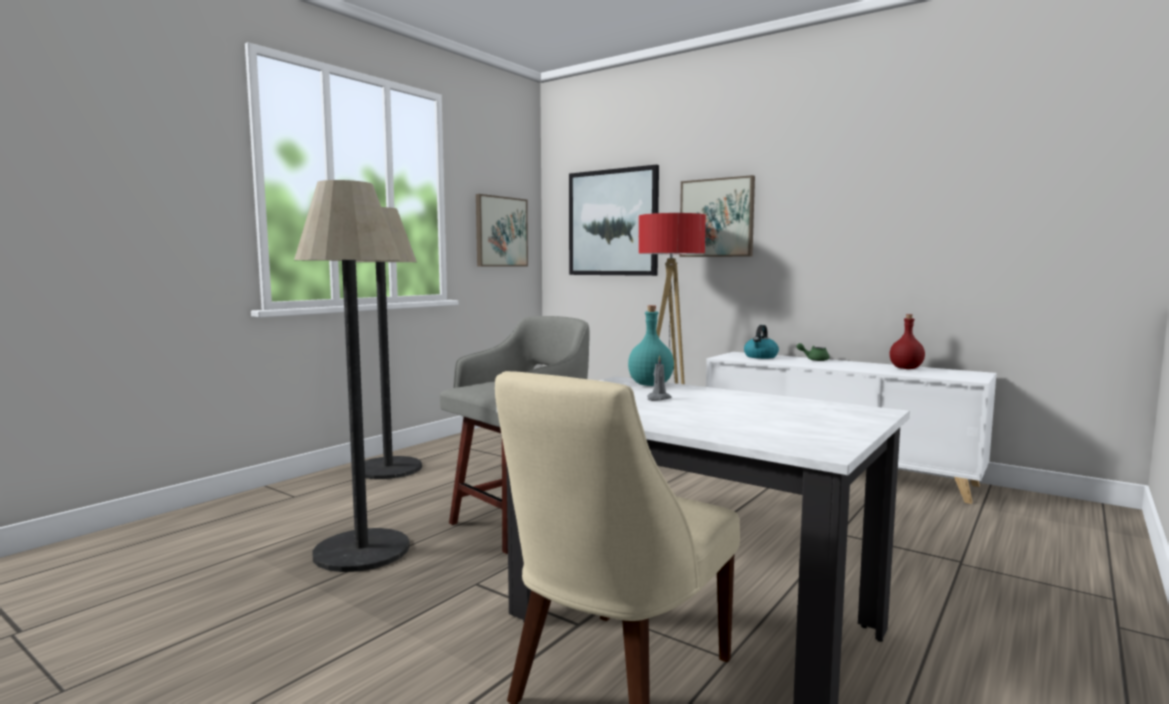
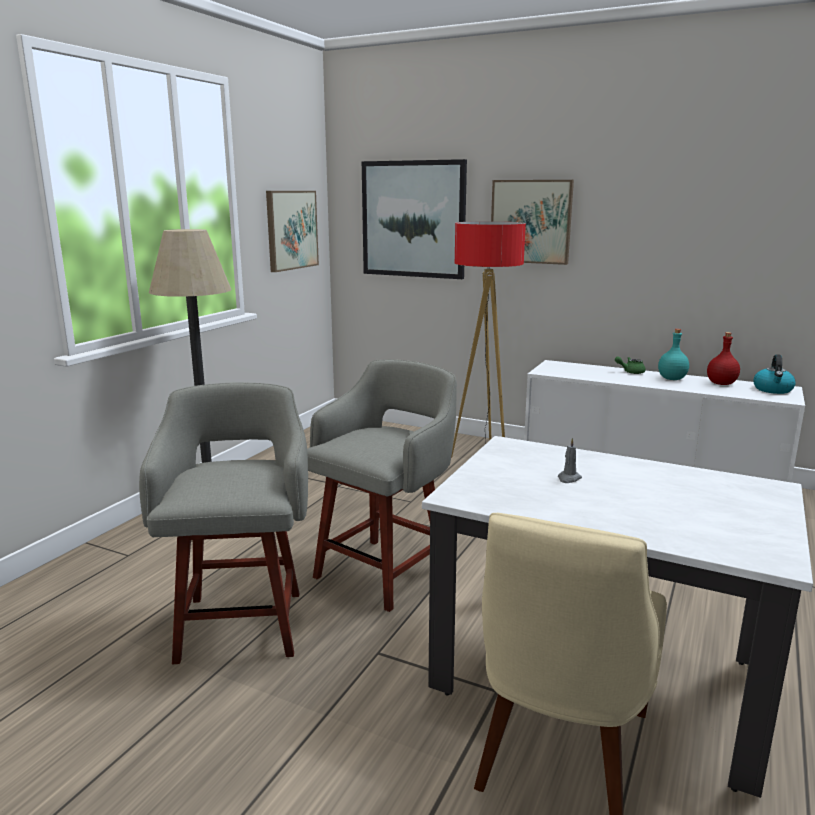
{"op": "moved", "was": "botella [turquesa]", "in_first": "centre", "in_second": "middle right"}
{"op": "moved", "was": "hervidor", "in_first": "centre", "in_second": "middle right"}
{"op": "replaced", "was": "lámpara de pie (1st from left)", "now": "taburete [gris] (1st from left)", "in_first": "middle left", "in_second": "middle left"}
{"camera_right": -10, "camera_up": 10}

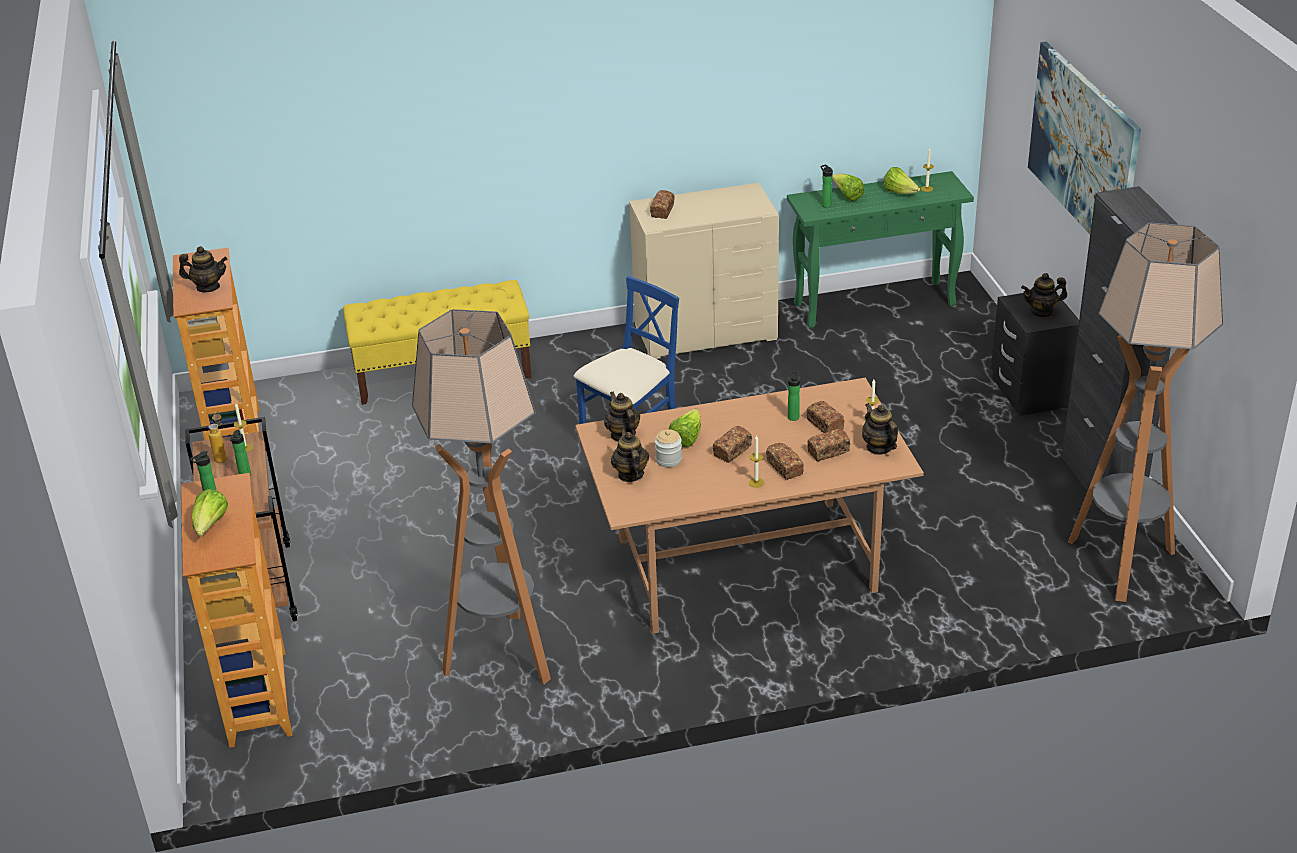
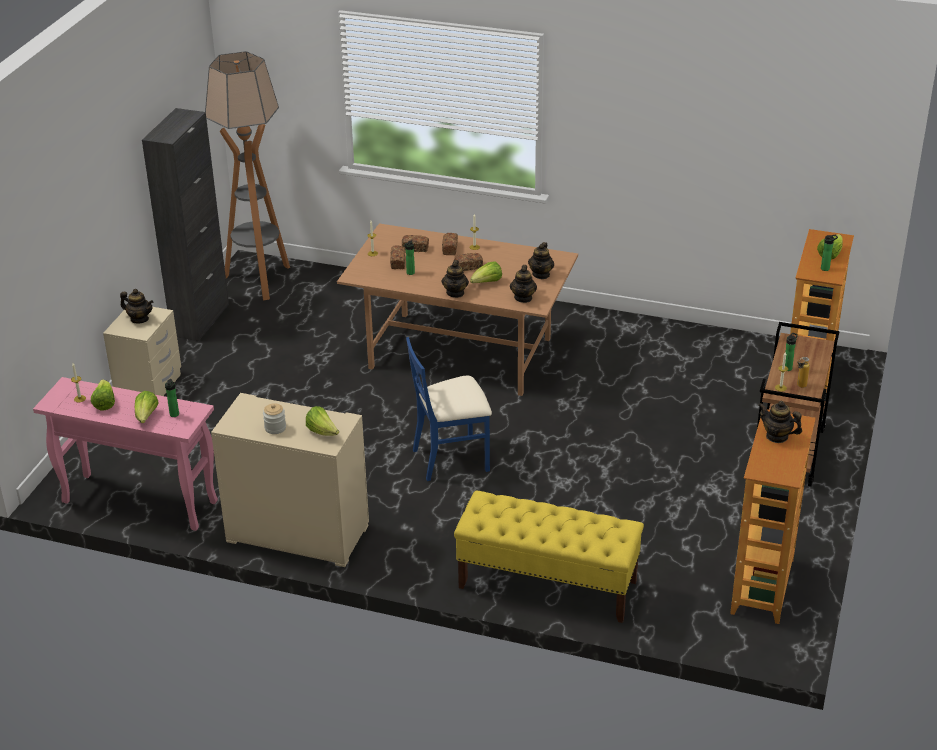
{"op": "removed", "was": "lámpara de pie (1st from left)", "in_first": "centre"}
{"op": "removed", "was": "cuadro", "in_first": "top right"}
{"op": "moved", "was": "tarro", "in_first": "centre", "in_second": "middle left"}
{"op": "moved", "was": "tetera (4th from left in the first image)", "now": "tetera (2nd from left)", "in_first": "middle right", "in_second": "centre"}
{"op": "replaced", "was": "pan (1st from left)", "now": "lechuga (3rd from left)", "in_first": "top centre", "in_second": "centre"}
{"op": "recoloured", "was": "mesa consola [verde]", "now": "mesa consola [rosa]", "in_first": "top right", "in_second": "middle left"}
{"op": "recoloured", "was": "mesita de noche [negro]", "now": "mesita de noche [beis]", "in_first": "middle right", "in_second": "middle left"}
{"camera_right": -150, "camera_up": 0}

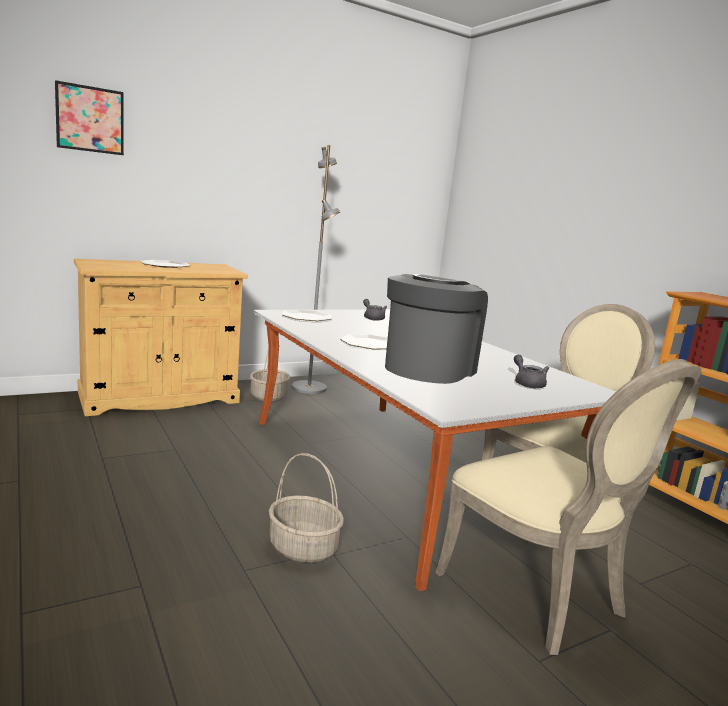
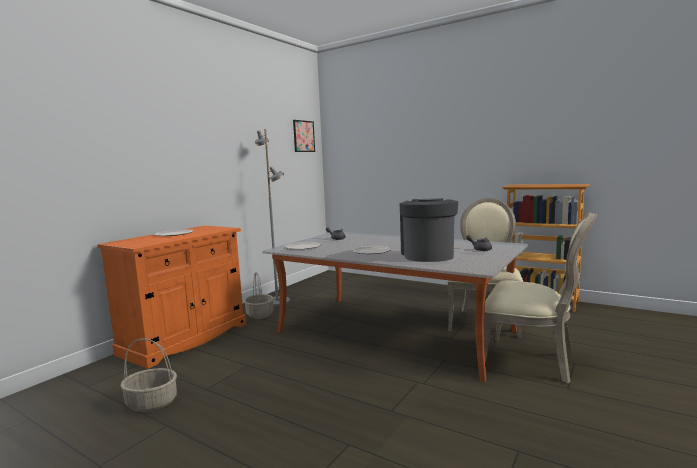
{"op": "moved", "was": "cuadro", "in_first": "top left", "in_second": "top centre"}
{"op": "moved", "was": "cesta (2nd from left in the first image)", "now": "cesta (1st from left)", "in_first": "bottom centre", "in_second": "bottom left"}
{"op": "recoloured", "was": "armario [beis]", "now": "armario [naranja]", "in_first": "middle left", "in_second": "middle left"}
{"camera_right": -25, "camera_up": -5}

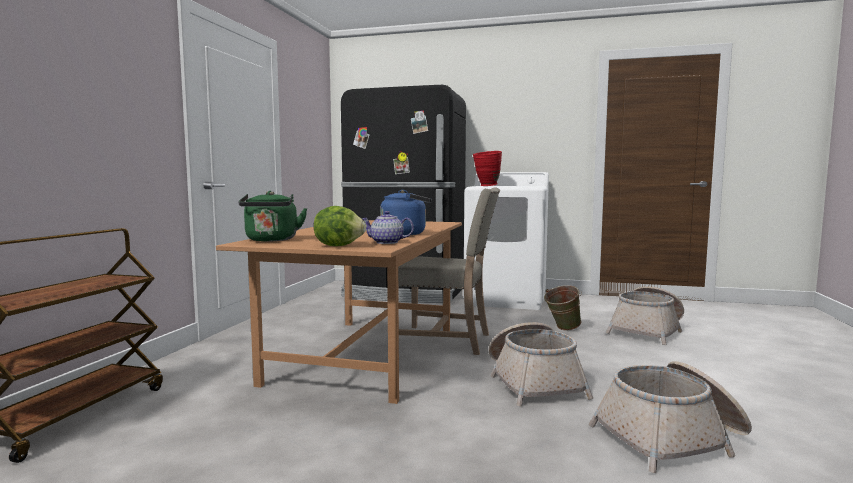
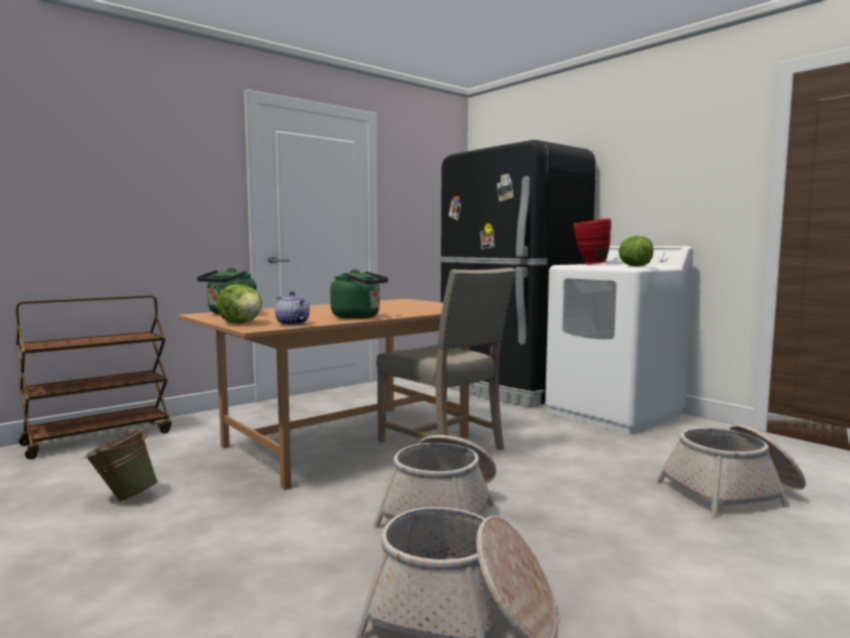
{"op": "added", "now": "lechuga (2nd from left)", "in_second": "middle right"}
{"op": "moved", "was": "cubo [verde]", "in_first": "centre", "in_second": "bottom left"}
{"op": "recoloured", "was": "hervidor [azul]", "now": "hervidor [verde] (2nd from left)", "in_first": "centre", "in_second": "centre"}
{"camera_right": 35, "camera_up": 0}

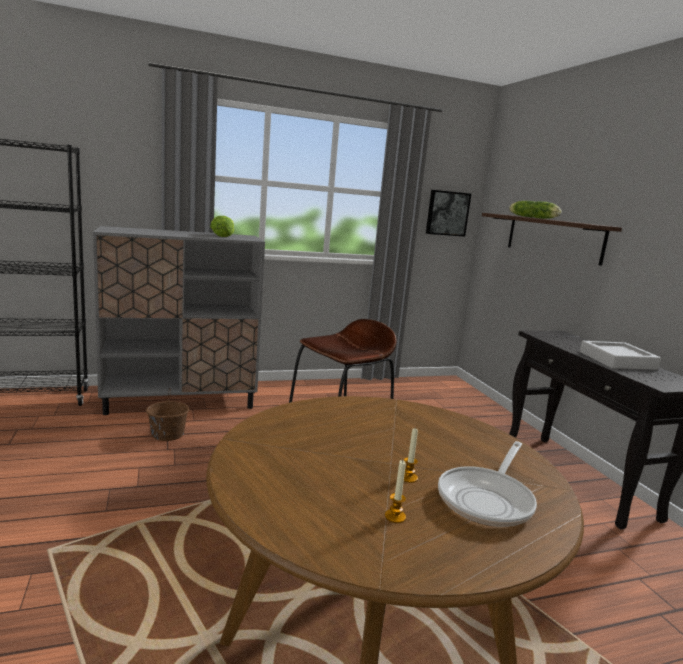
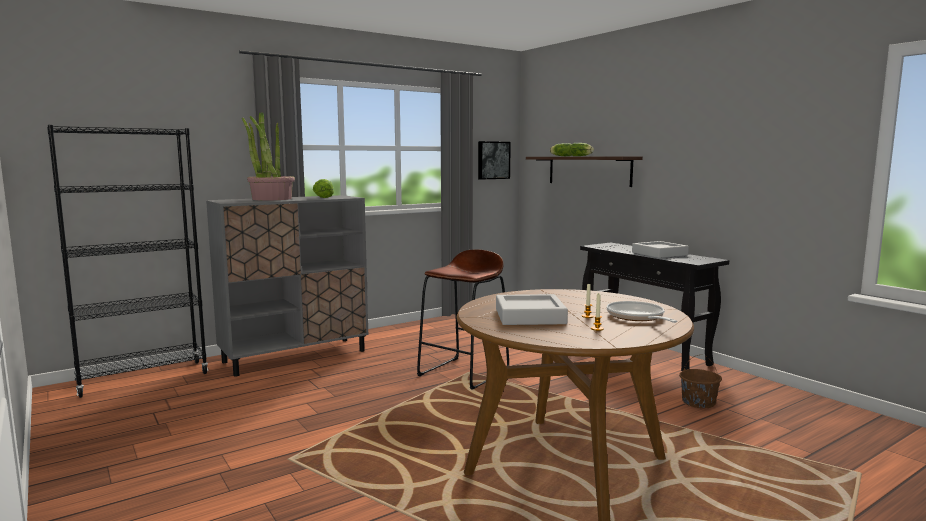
{"op": "added", "now": "planta en maceta", "in_second": "top left"}
{"op": "added", "now": "bandeja [gris] (1st from left)", "in_second": "centre"}
{"op": "moved", "was": "cubo [marrón]", "in_first": "middle left", "in_second": "bottom right"}
{"op": "turned", "was": "sartén", "in_first": "bottom right", "in_second": "middle right", "clockwise": 150}
{"camera_right": -15, "camera_up": -5}

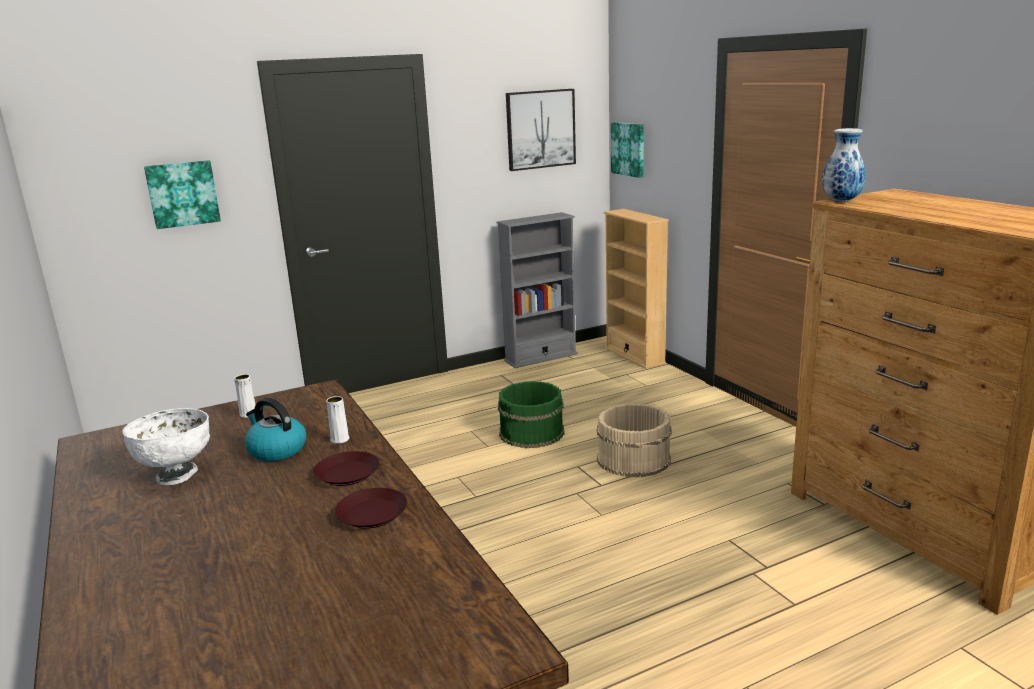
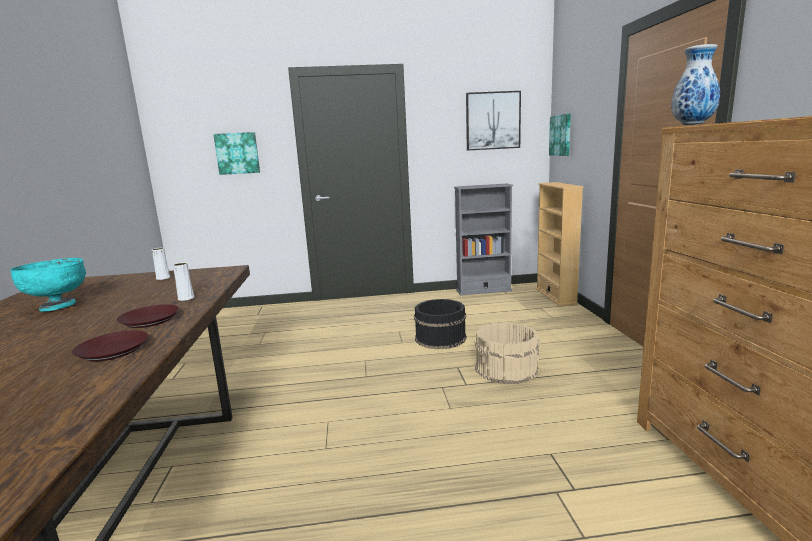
{"op": "removed", "was": "hervidor", "in_first": "middle left"}
{"op": "recoloured", "was": "cuenco [blanco]", "now": "cuenco [turquesa]", "in_first": "middle left", "in_second": "middle left"}
{"op": "recoloured", "was": "cubo [verde]", "now": "cubo [negro]", "in_first": "centre", "in_second": "centre"}
{"camera_right": 20, "camera_up": -5}

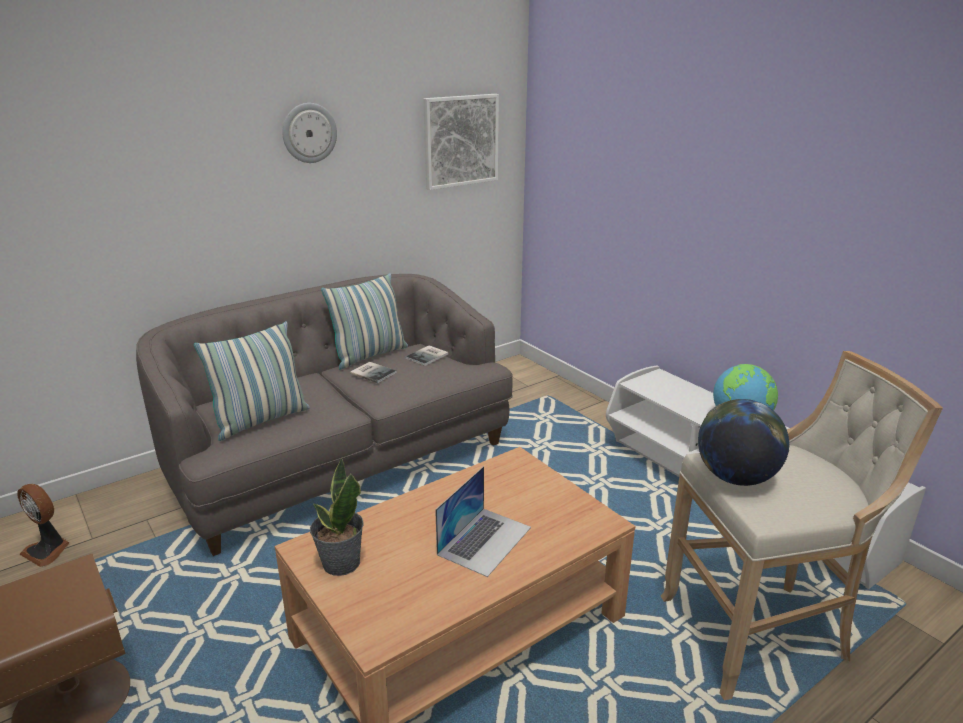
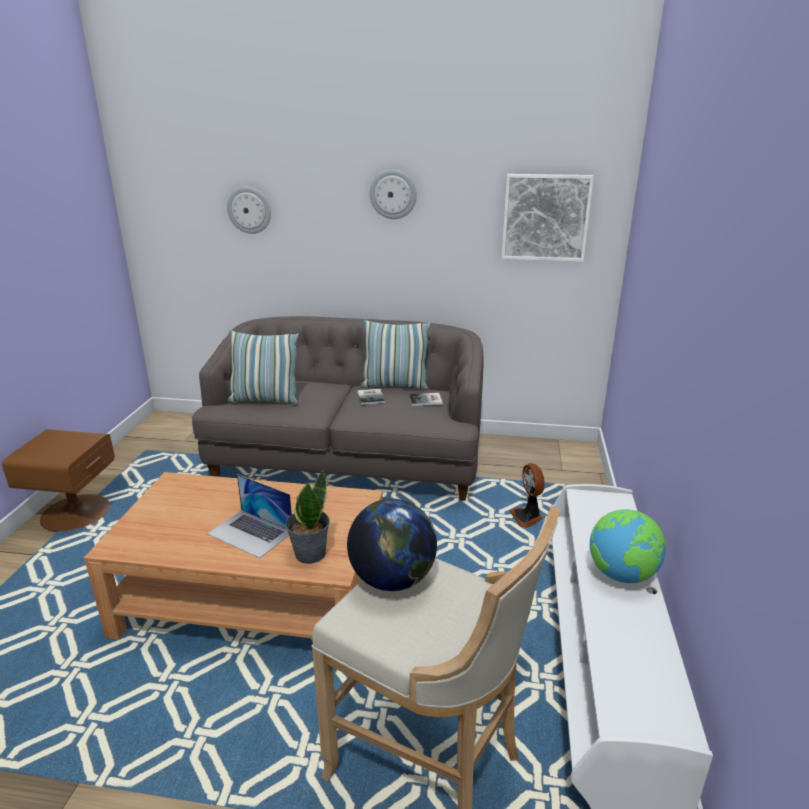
{"op": "added", "now": "reloj de pared (1st from left)", "in_second": "top left"}
{"op": "moved", "was": "ventilador", "in_first": "bottom left", "in_second": "centre"}
{"op": "moved", "was": "planta en maceta", "in_first": "bottom centre", "in_second": "centre"}
{"op": "turned", "was": "portátil", "in_first": "bottom centre", "in_second": "middle left", "clockwise": 45}
{"camera_right": 45, "camera_up": 0}

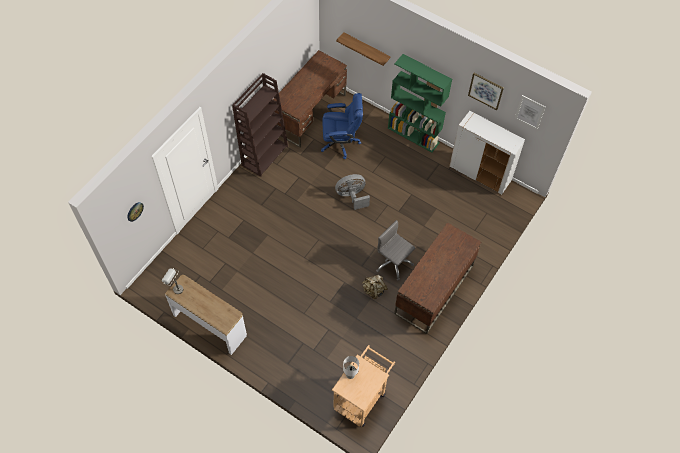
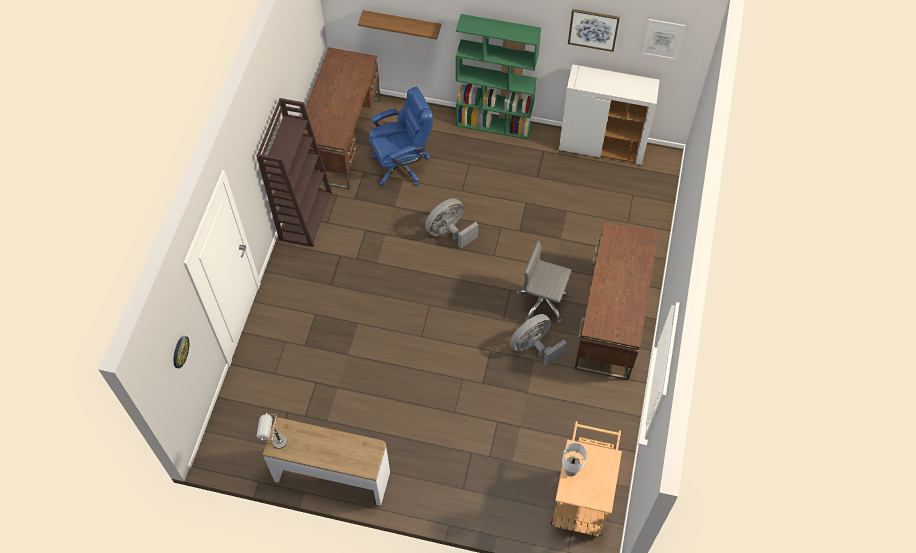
{"op": "replaced", "was": "mochila [beis]", "now": "ventilador [gris] (2nd from left)", "in_first": "centre", "in_second": "centre"}
{"camera_right": -20, "camera_up": 0}

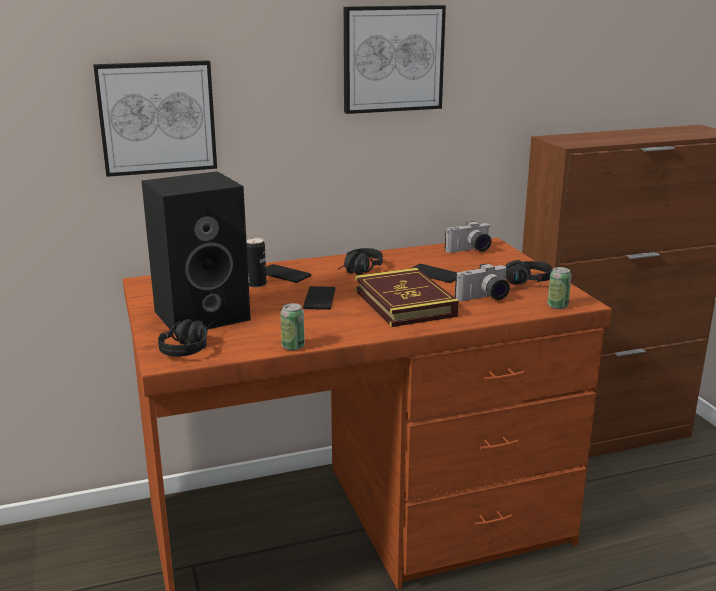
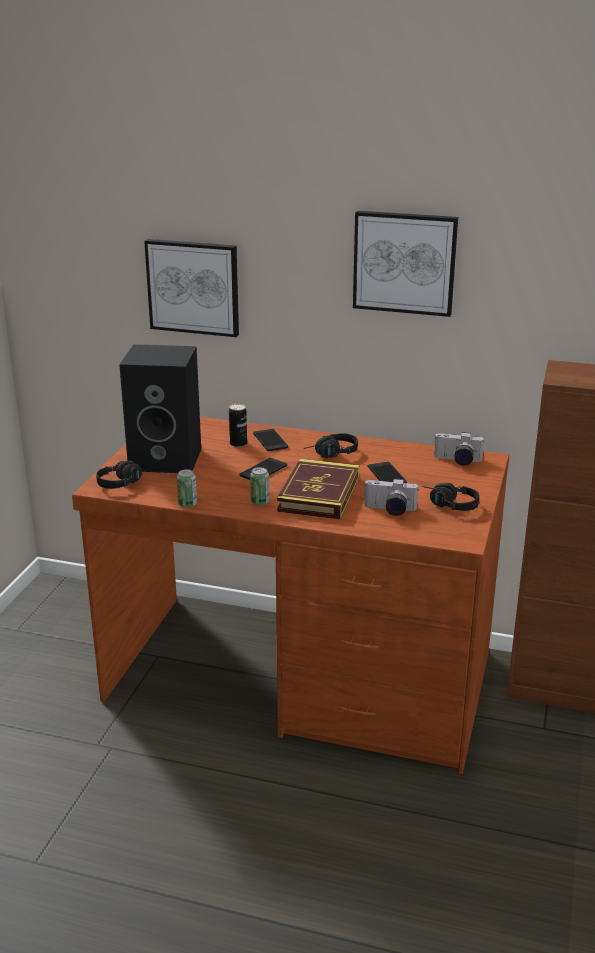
{"op": "moved", "was": "lata (3rd from left)", "in_first": "middle right", "in_second": "centre"}
{"camera_right": 35, "camera_up": 5}

